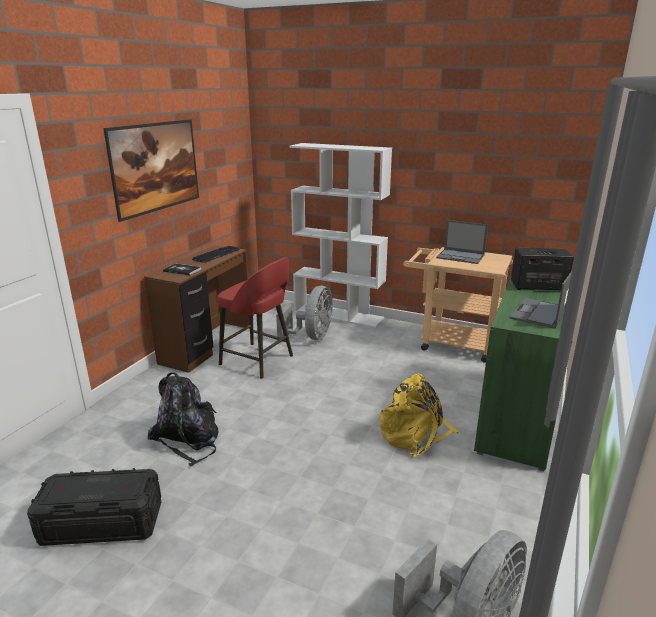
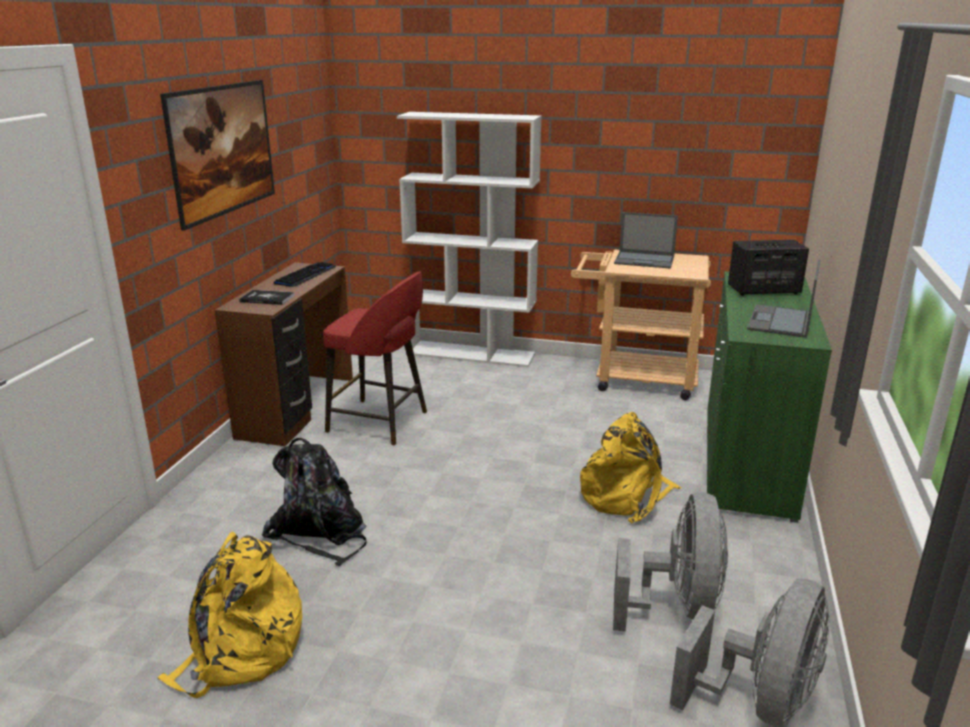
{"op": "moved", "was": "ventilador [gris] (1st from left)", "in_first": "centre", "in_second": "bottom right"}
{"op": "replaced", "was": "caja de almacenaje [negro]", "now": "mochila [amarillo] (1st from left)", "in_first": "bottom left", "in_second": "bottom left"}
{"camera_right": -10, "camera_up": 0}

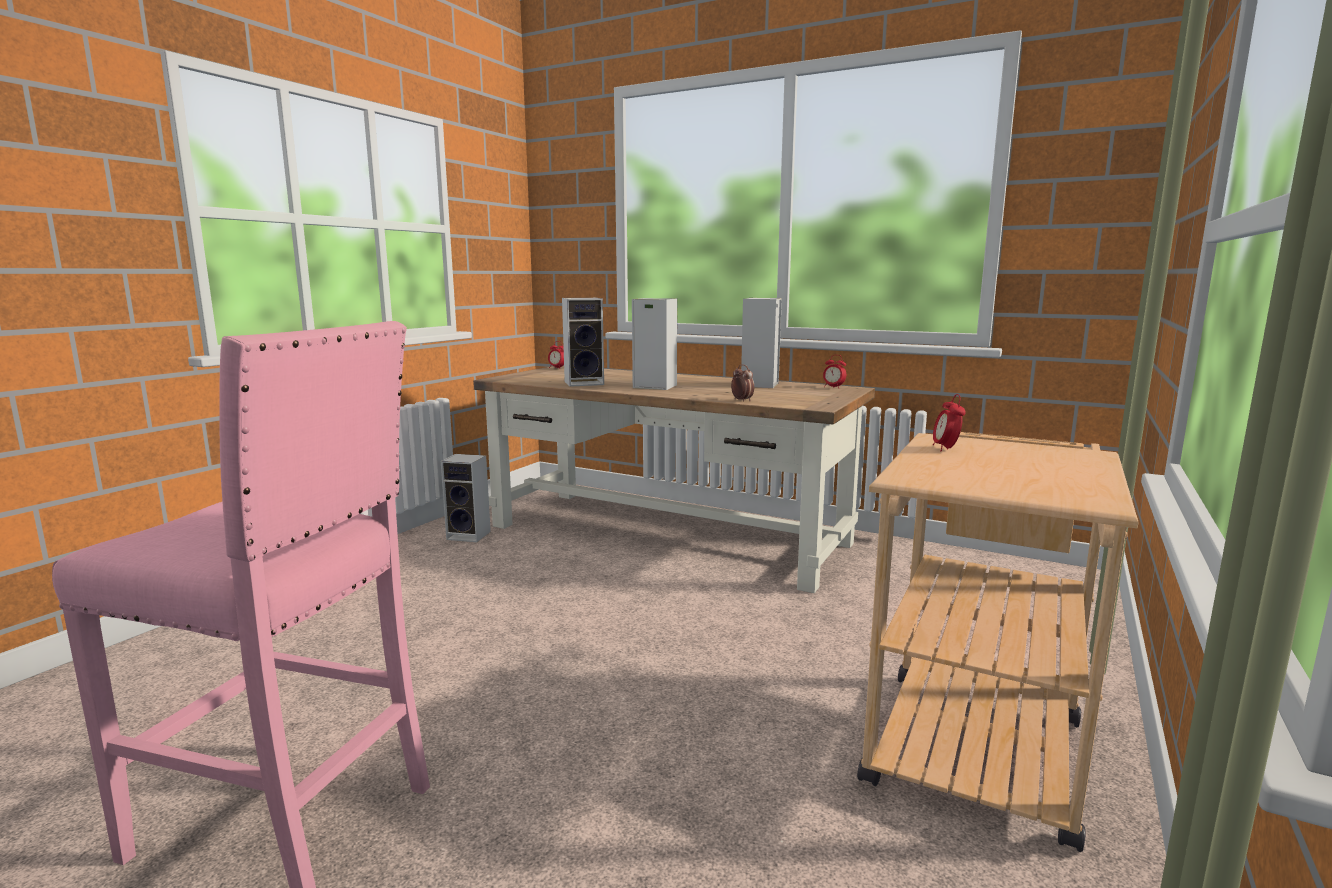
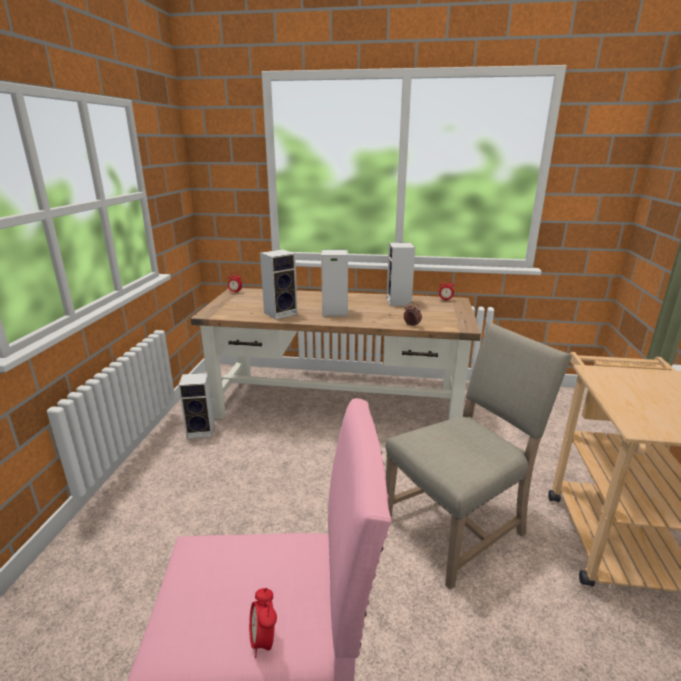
{"op": "added", "now": "silla [beis]", "in_second": "bottom right"}
{"op": "moved", "was": "despertador (4th from left in the first image)", "now": "despertador (2nd from left)", "in_first": "middle right", "in_second": "bottom centre"}
{"camera_right": -20, "camera_up": 10}

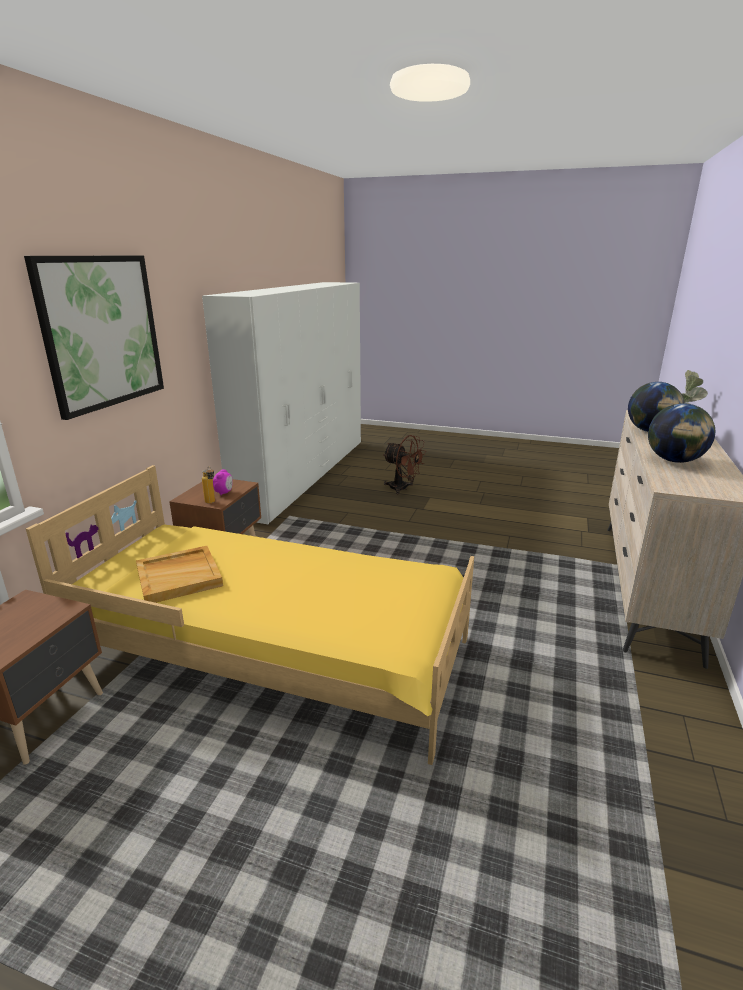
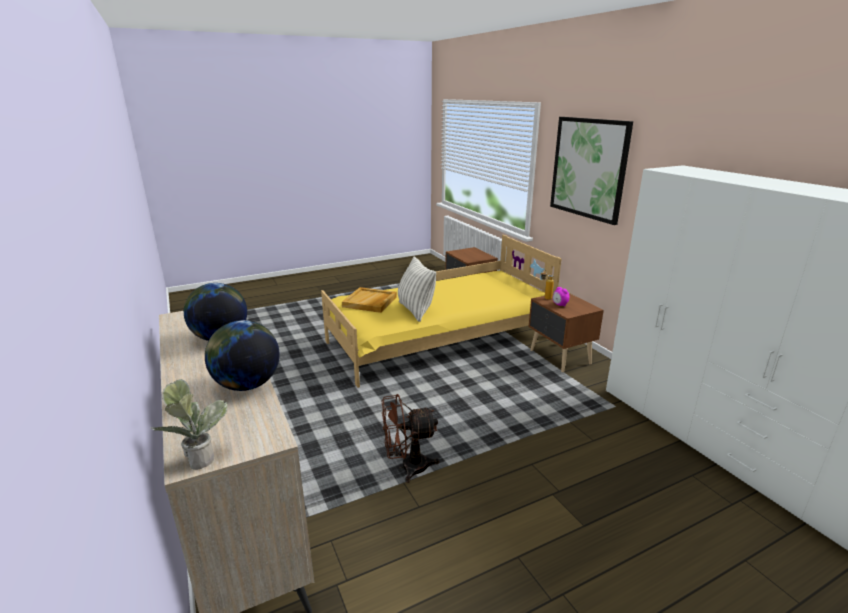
{"op": "added", "now": "cojín", "in_second": "centre"}
{"op": "moved", "was": "bandeja [beis]", "in_first": "middle left", "in_second": "centre"}
{"op": "moved", "was": "ventilador [marrón]", "in_first": "centre", "in_second": "bottom centre"}
{"camera_right": 135, "camera_up": 0}

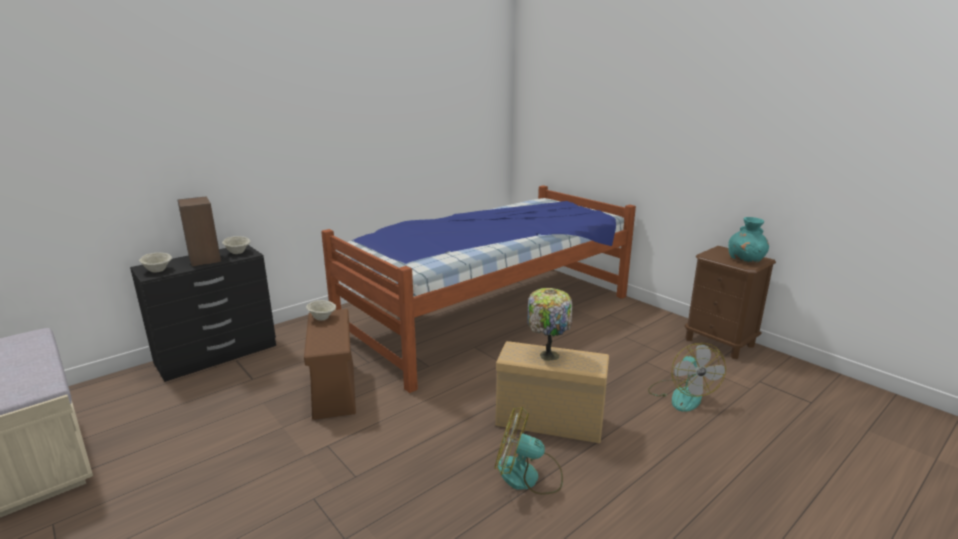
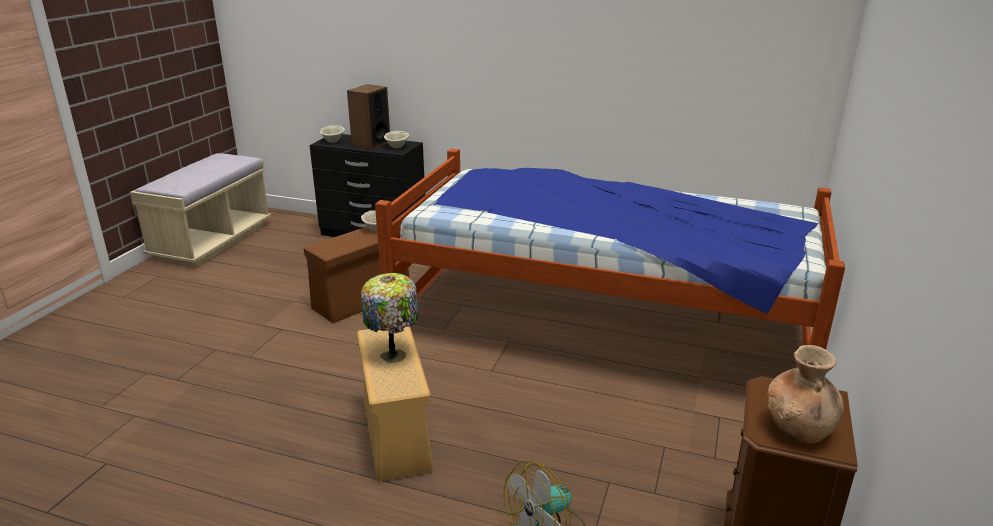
{"op": "removed", "was": "ventilador (1st from left)", "in_first": "bottom centre"}
{"op": "recoloured", "was": "florero [turquesa]", "now": "florero [marrón]", "in_first": "middle right", "in_second": "bottom right"}
{"camera_right": 60, "camera_up": 5}

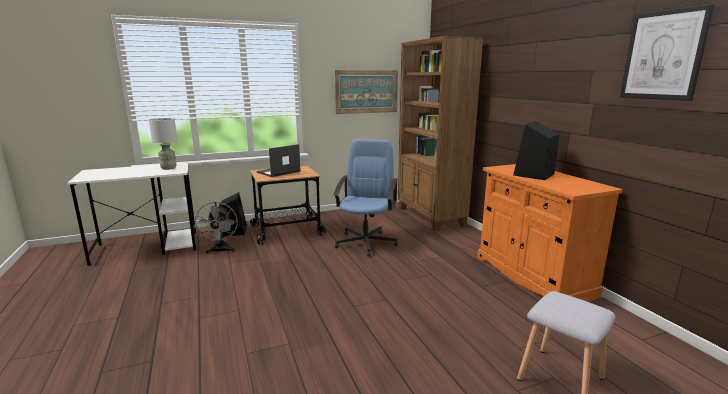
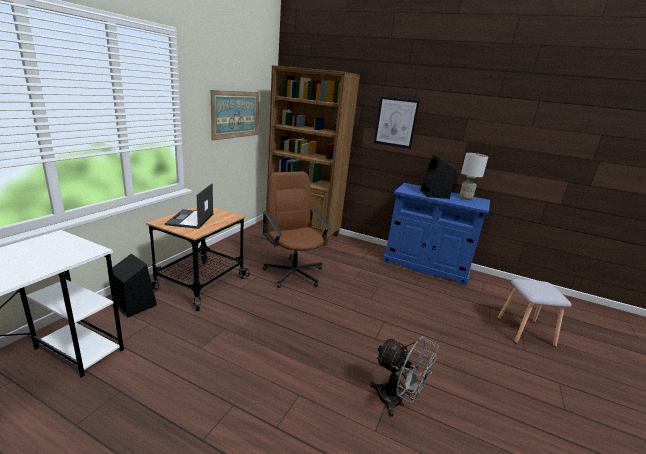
{"op": "moved", "was": "lámpara de mesa [gris]", "in_first": "middle left", "in_second": "middle right"}
{"op": "moved", "was": "ventilador [gris]", "in_first": "middle left", "in_second": "bottom centre"}
{"op": "moved", "was": "cuadro (2nd from left)", "in_first": "top right", "in_second": "top centre"}
{"op": "recoloured", "was": "silla de oficina [azul]", "now": "silla de oficina [marrón]", "in_first": "centre", "in_second": "centre"}
{"op": "recoloured", "was": "armario [naranja]", "now": "armario [azul]", "in_first": "middle right", "in_second": "middle right"}
{"camera_right": -45, "camera_up": 5}

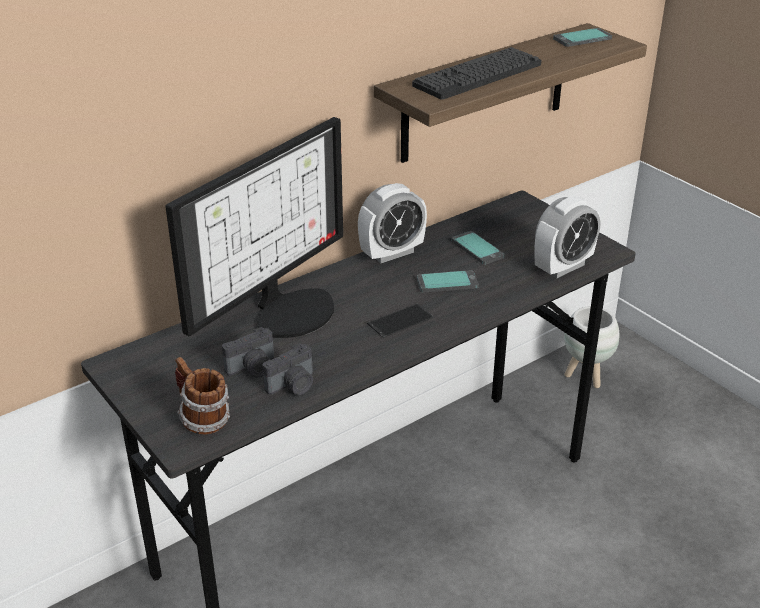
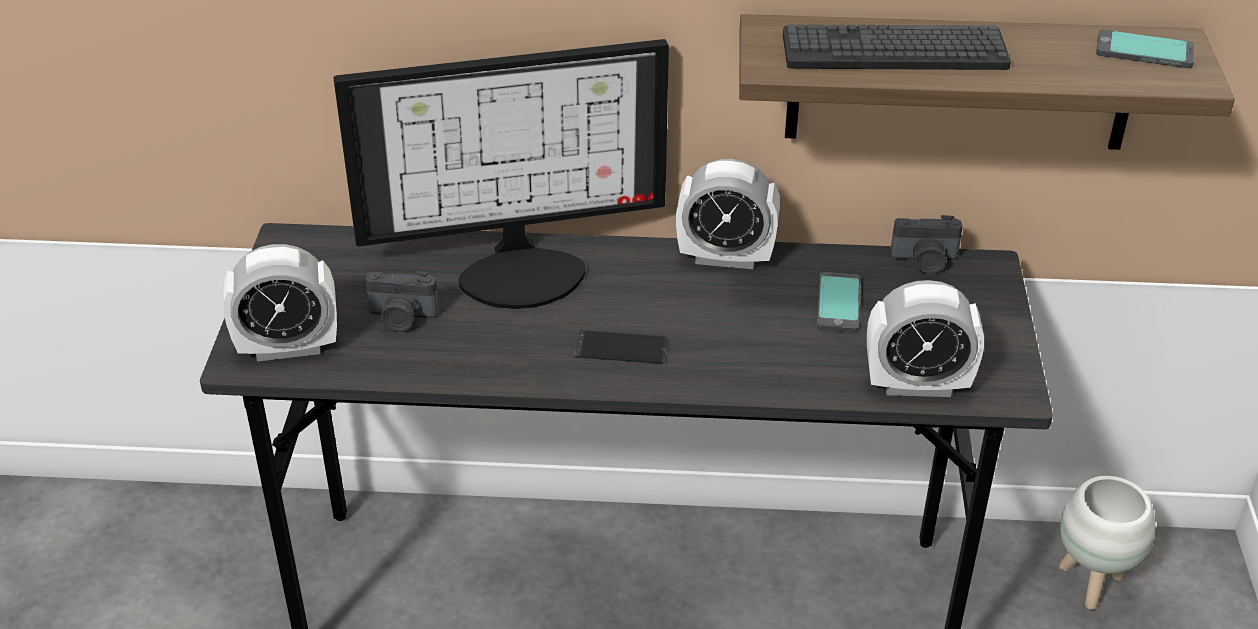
{"op": "removed", "was": "móvil (2nd from left)", "in_first": "centre"}
{"op": "moved", "was": "cámara (2nd from left)", "in_first": "centre", "in_second": "middle right"}
{"op": "replaced", "was": "taza grande", "now": "despertador (1st from left)", "in_first": "middle left", "in_second": "middle left"}
{"camera_right": 40, "camera_up": 5}

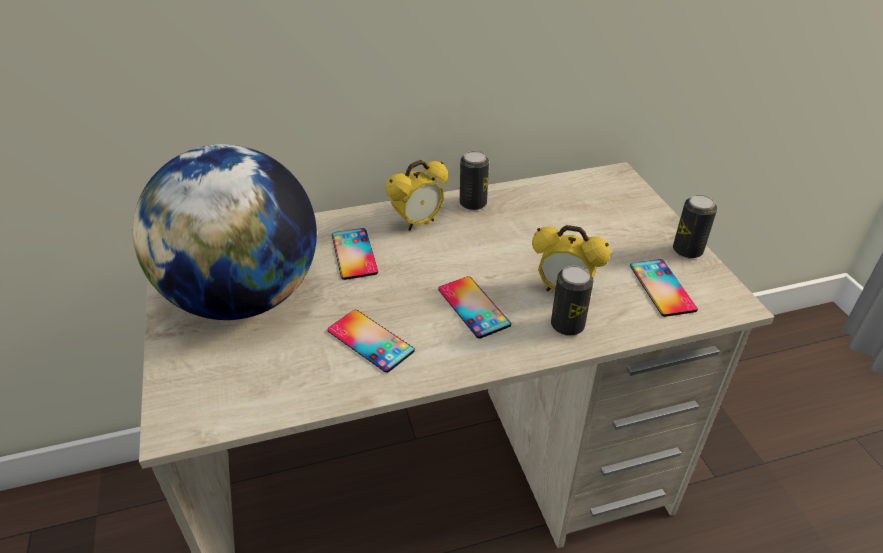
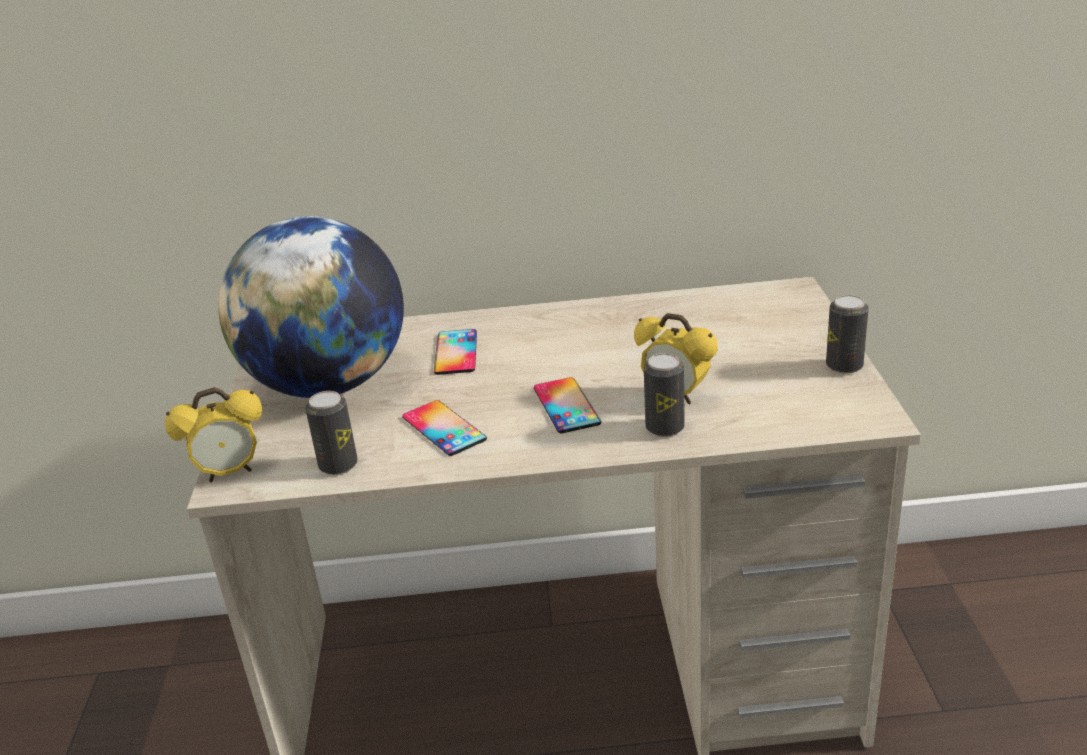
{"op": "removed", "was": "móvil (4th from left)", "in_first": "middle right"}
{"op": "moved", "was": "despertador (1st from left)", "in_first": "centre", "in_second": "middle left"}
{"op": "moved", "was": "lata (1st from left)", "in_first": "top centre", "in_second": "middle left"}
{"camera_right": 15, "camera_up": -10}

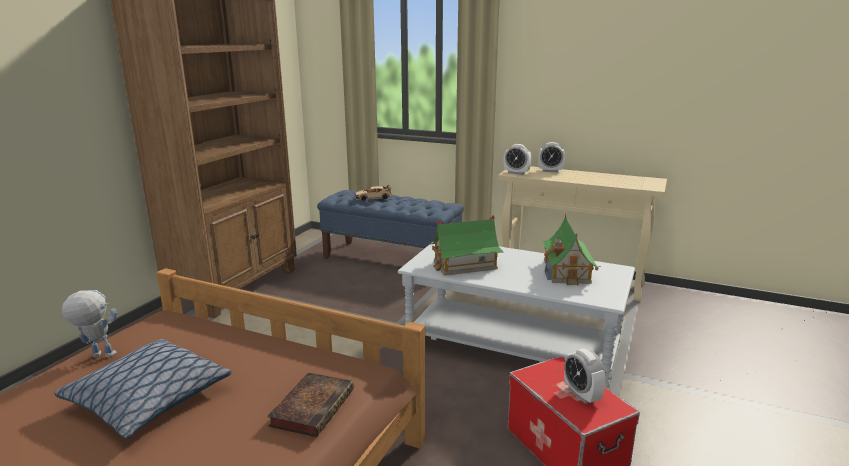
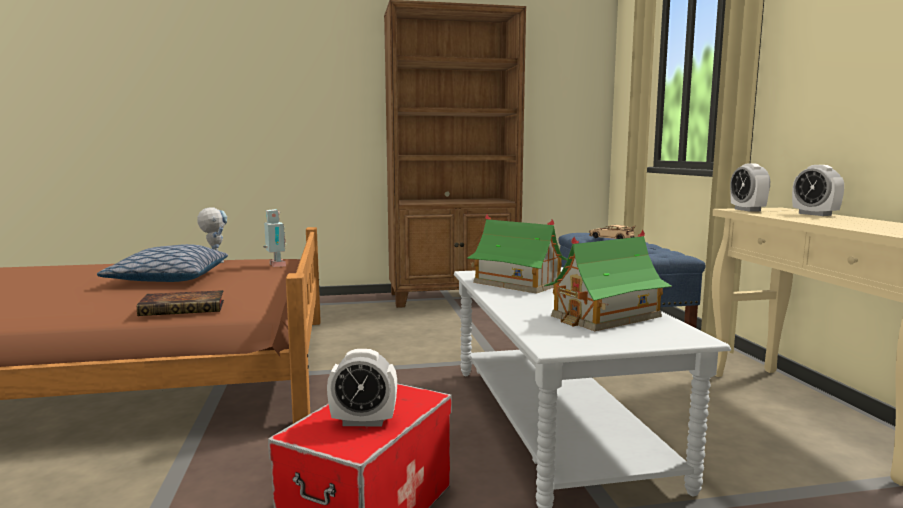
{"op": "added", "now": "robot de juguete (2nd from left)", "in_second": "middle left"}
{"op": "turned", "was": "despertador (3rd from left in the first image)", "in_first": "bottom right", "in_second": "bottom centre", "clockwise": -120}
{"camera_right": 55, "camera_up": -10}

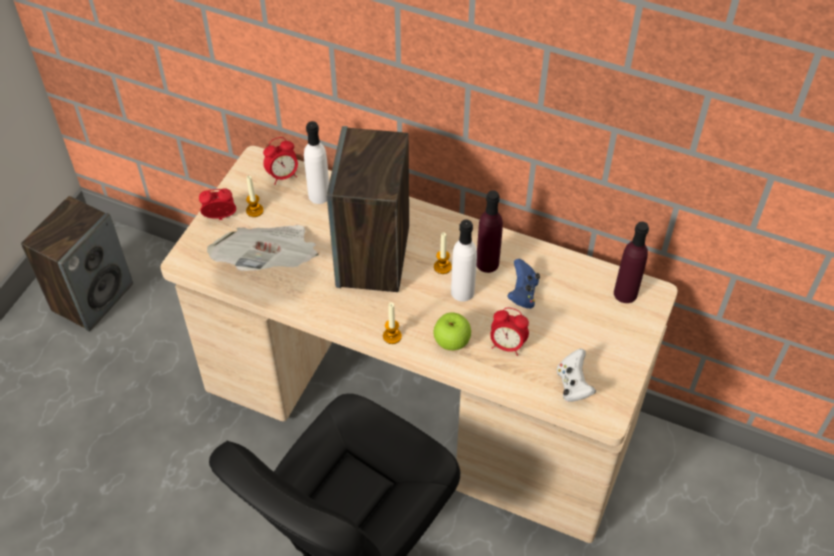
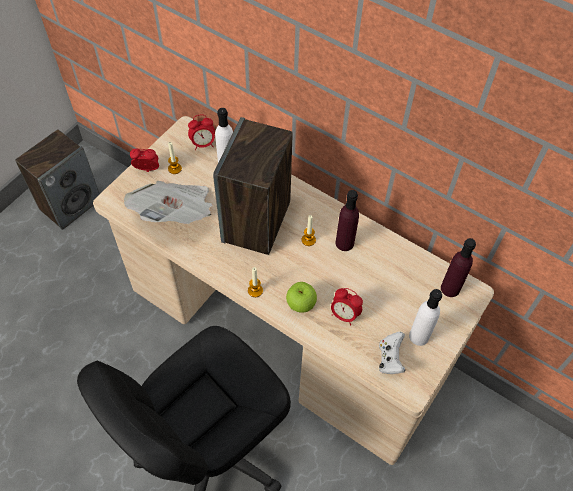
{"op": "removed", "was": "mando de consola [azul]", "in_first": "centre"}
{"op": "moved", "was": "botella [blanco] (2nd from left)", "in_first": "centre", "in_second": "middle right"}
{"camera_right": 10, "camera_up": 5}

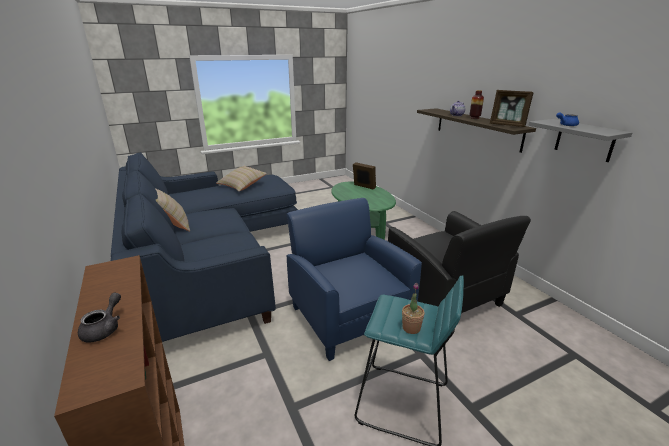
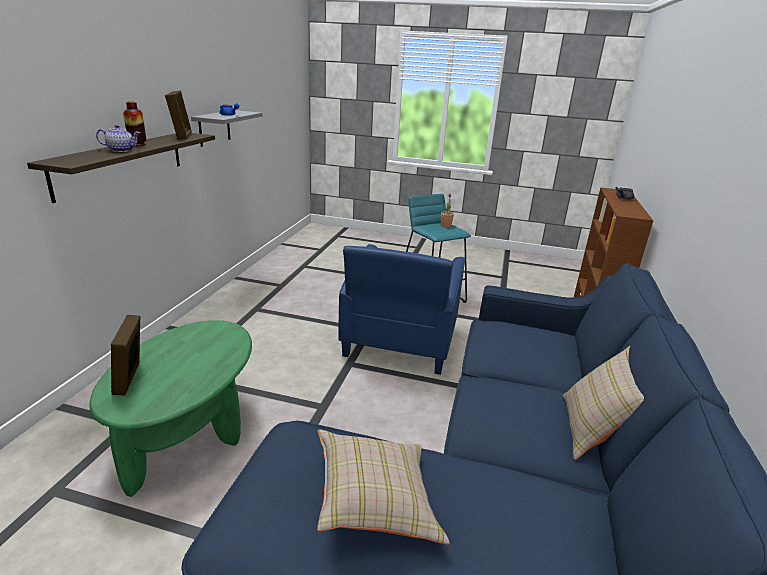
{"op": "removed", "was": "sillón [negro]", "in_first": "middle right"}
{"camera_right": -140, "camera_up": 0}

